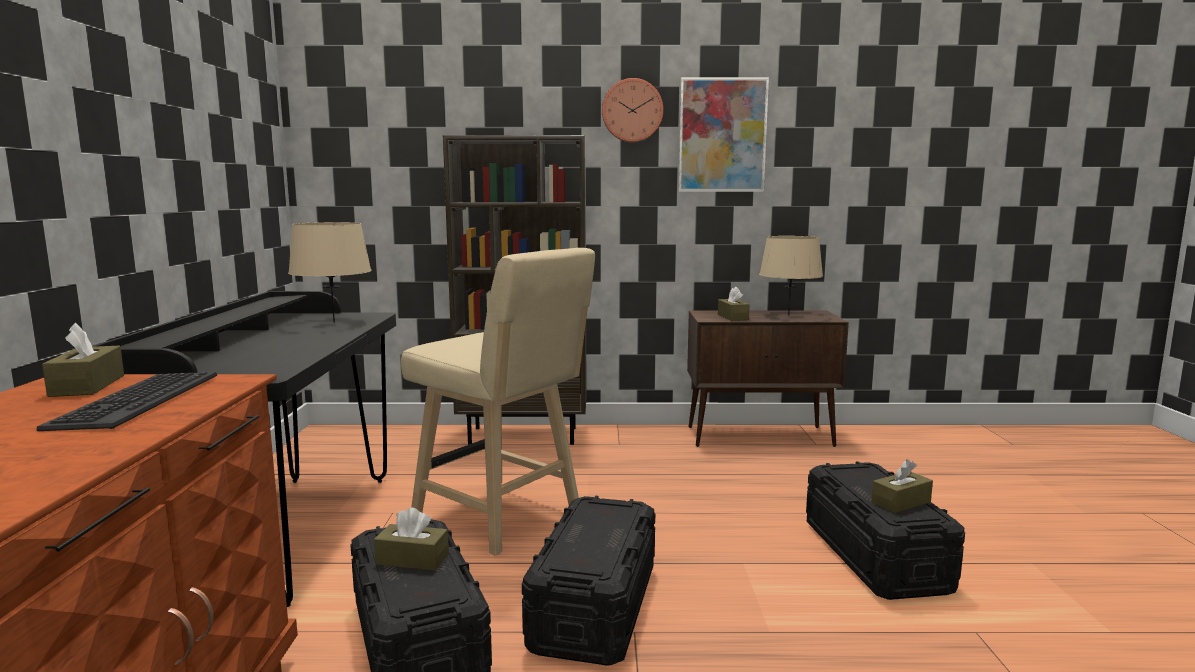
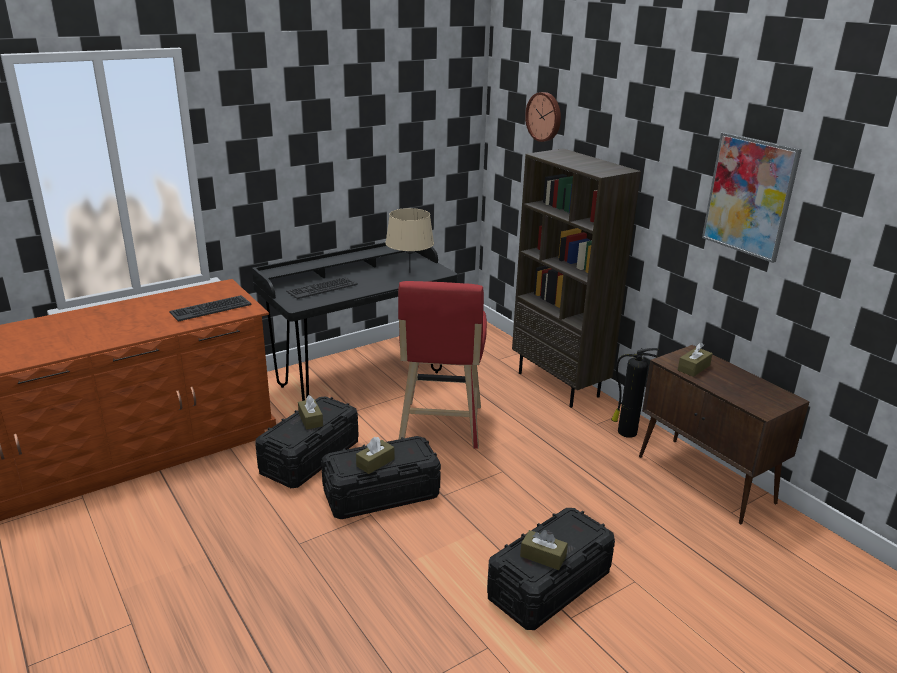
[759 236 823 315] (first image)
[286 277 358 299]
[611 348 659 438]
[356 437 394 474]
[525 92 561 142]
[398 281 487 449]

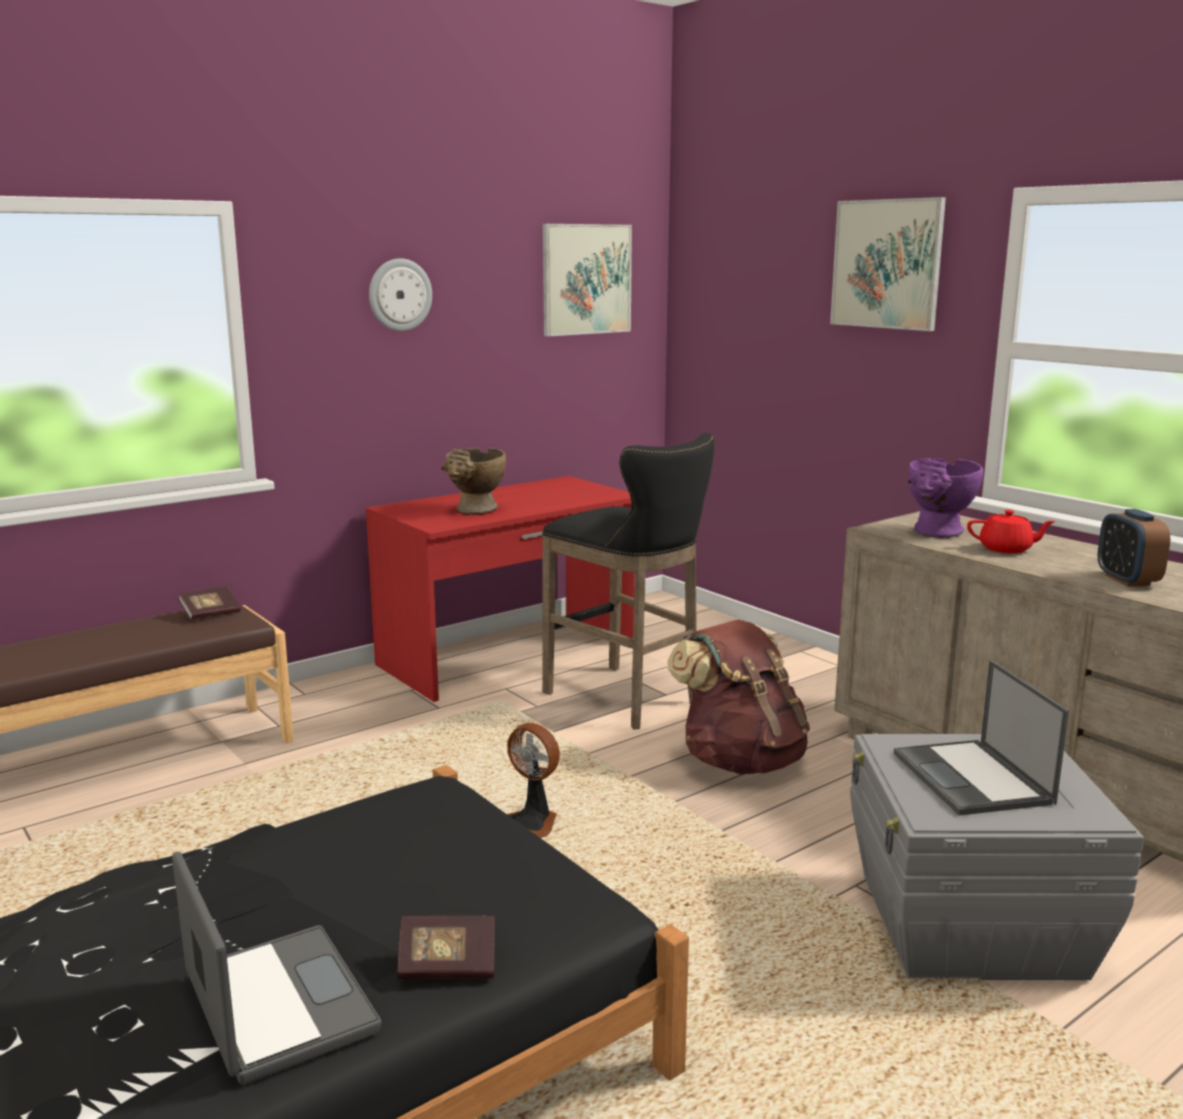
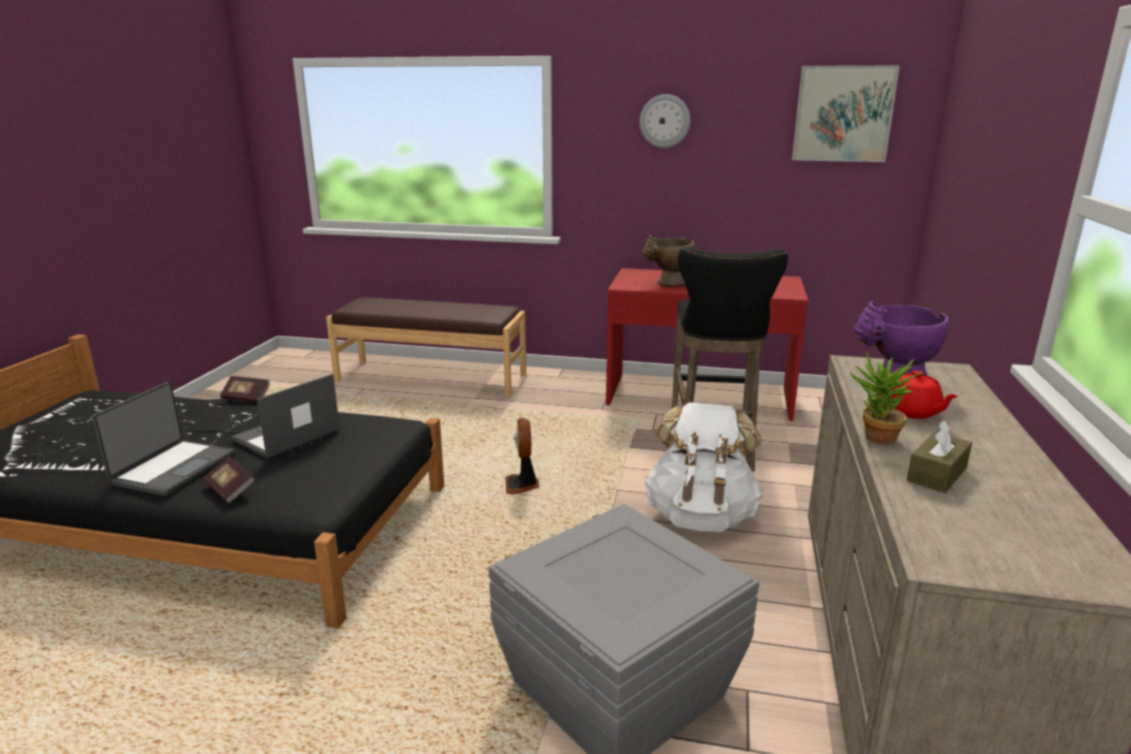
[830 197 946 331] (first image)
[849 352 923 445]
[220 376 270 402]
[231 374 340 458]
[907 420 972 493]
[644 402 763 532]

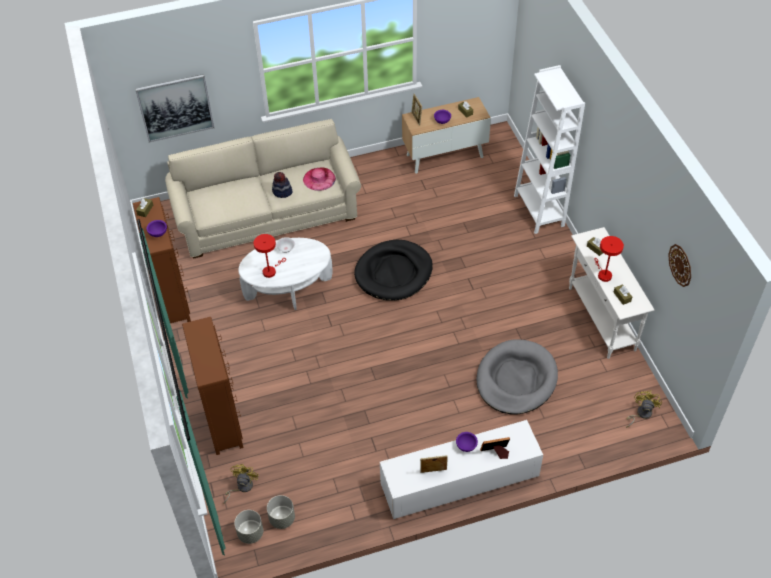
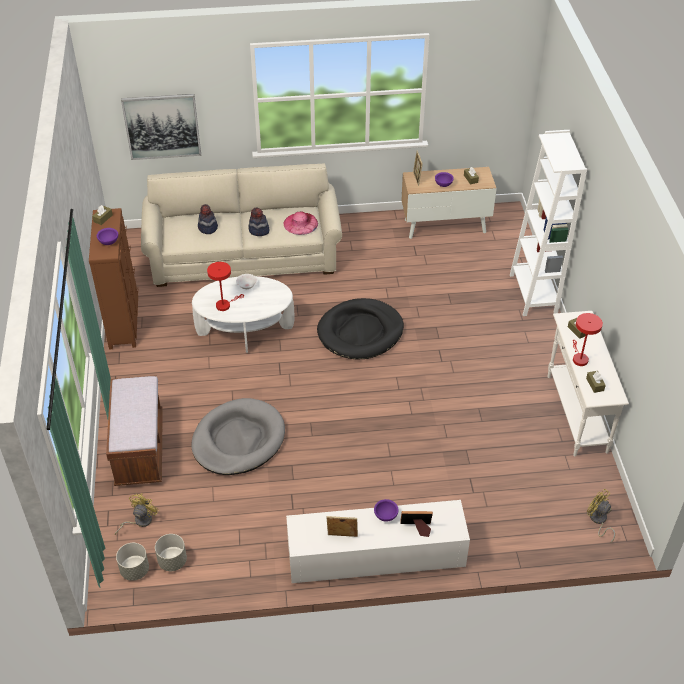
[668 244 691 287] (first image)
[198 204 218 234]
[191 398 285 475]
[106 375 163 486]
[587 488 615 542]

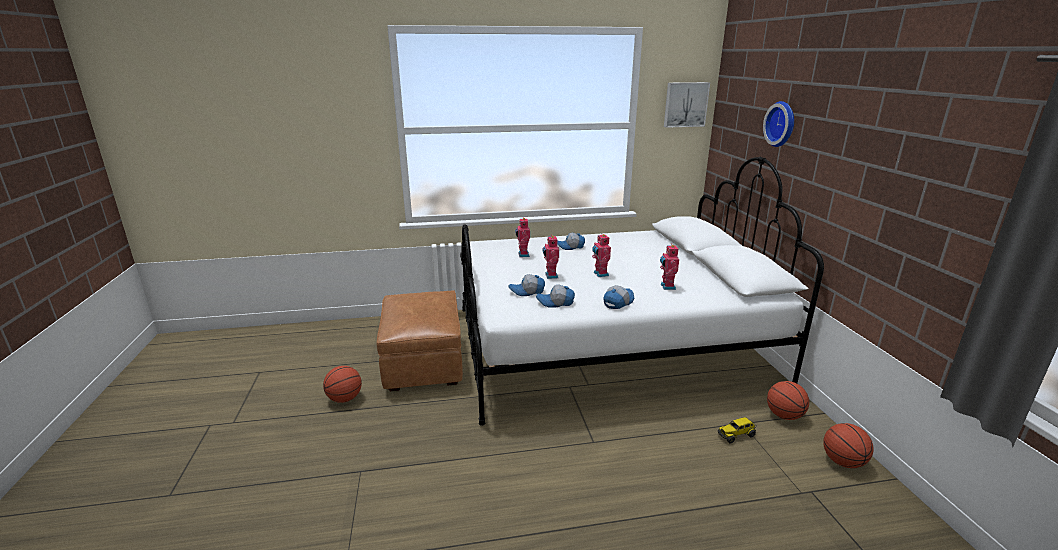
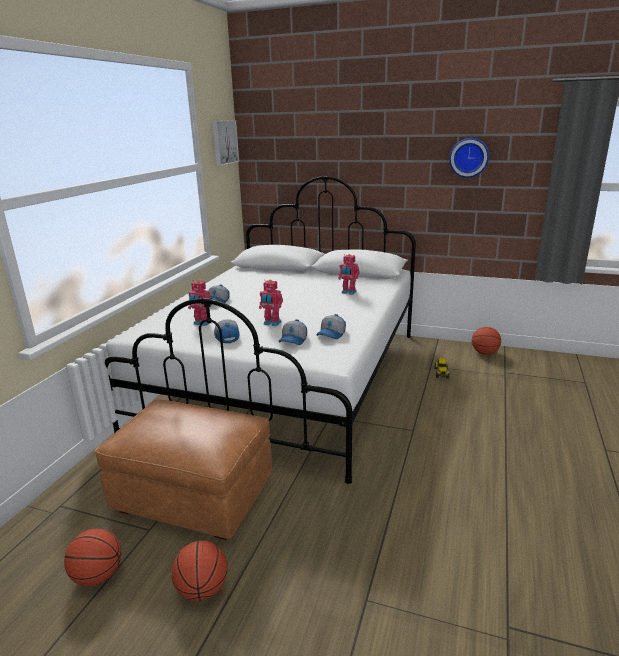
[592 233 611 277] (first image)
[214 319 239 343]
[449 138 489 178]
[64 528 122 586]

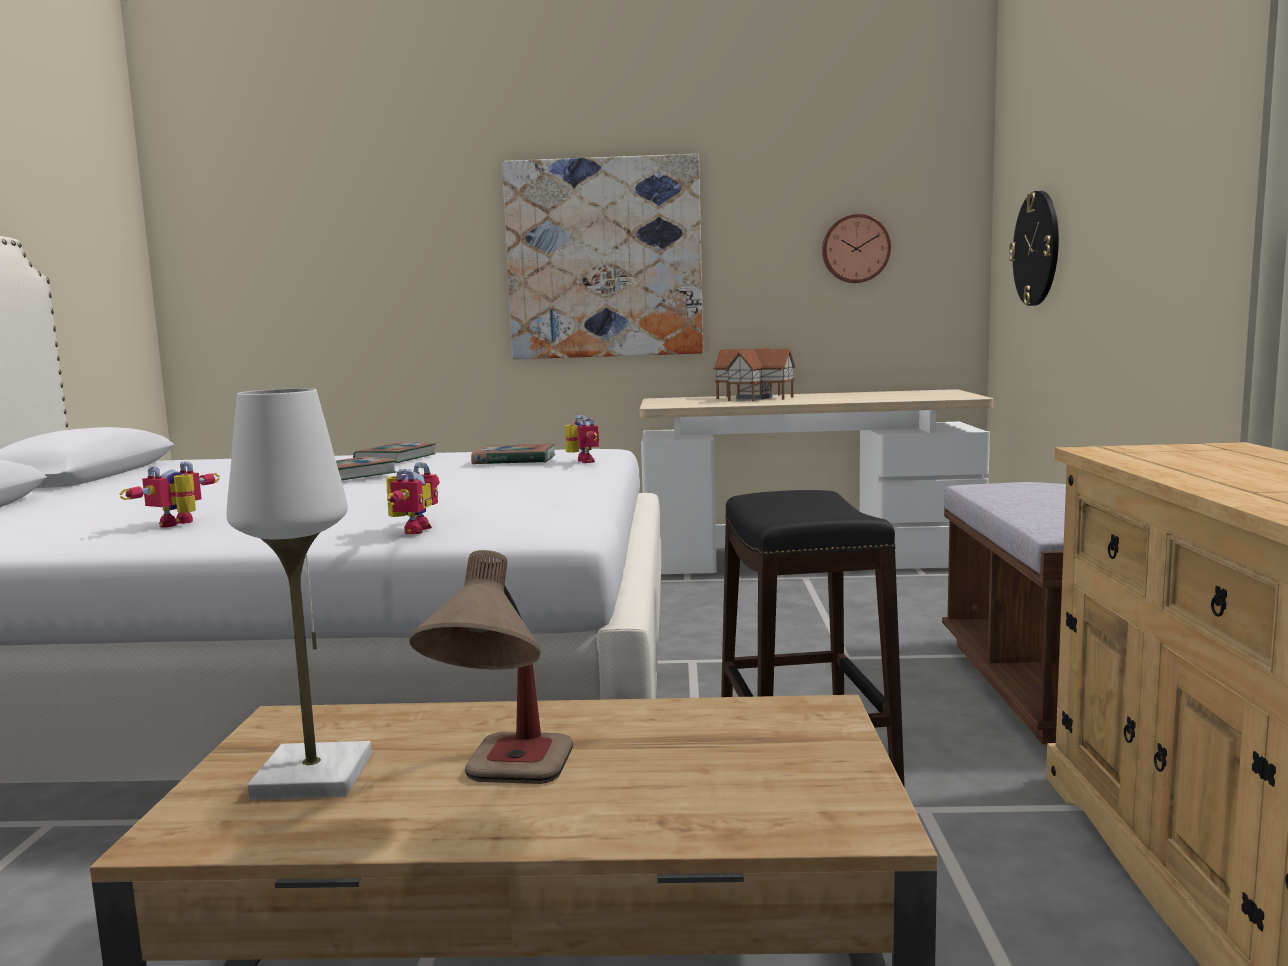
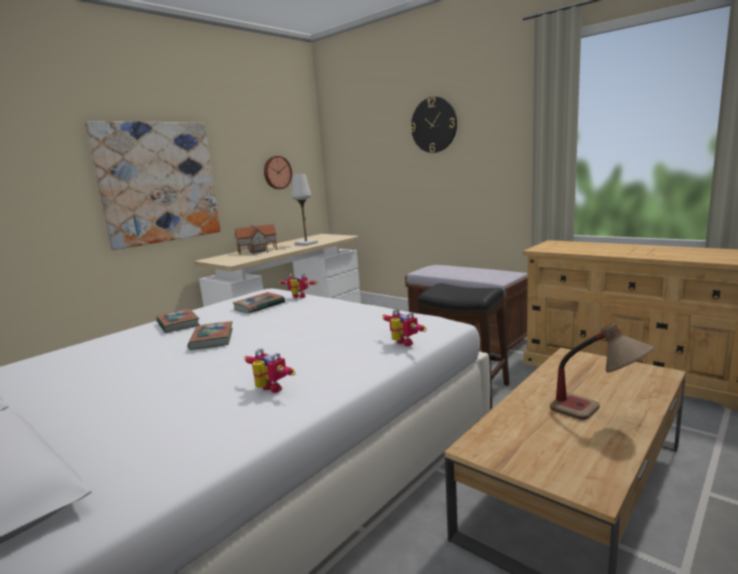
[291 174 318 246]
[410 97 457 153]
[244 348 296 393]

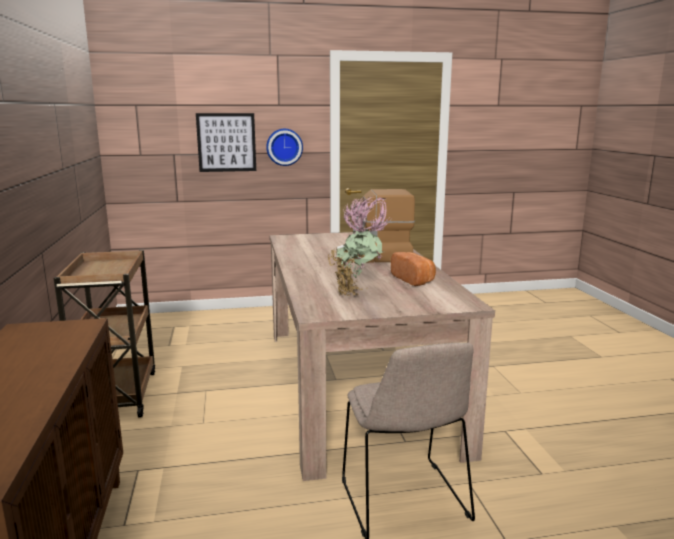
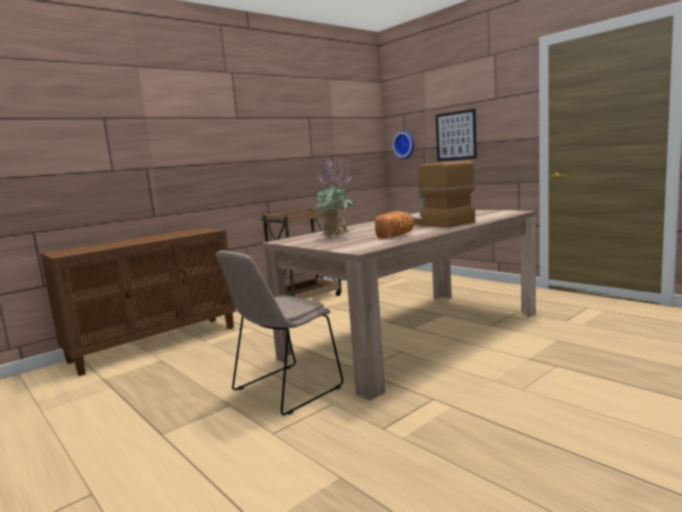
[393 131 414 159]

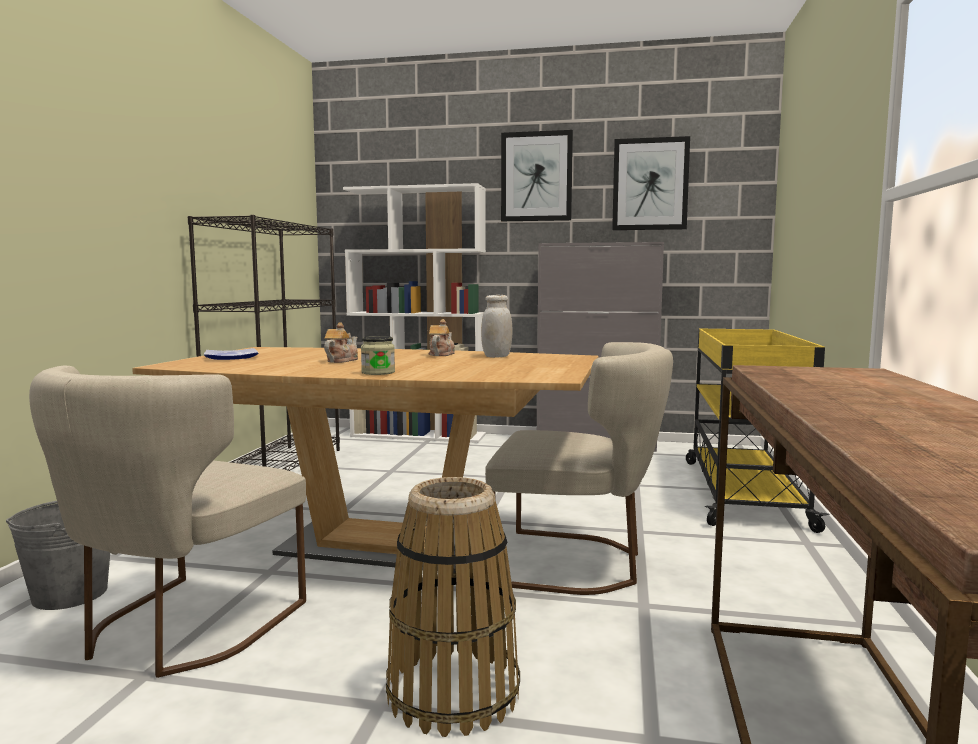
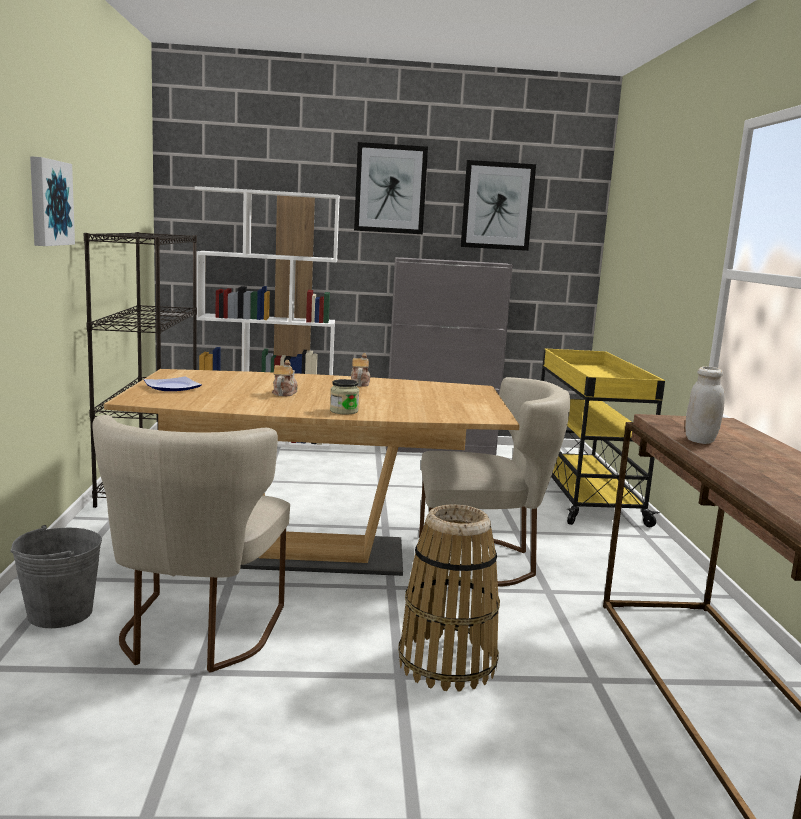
[30 156 75 246]
[686 366 725 444]

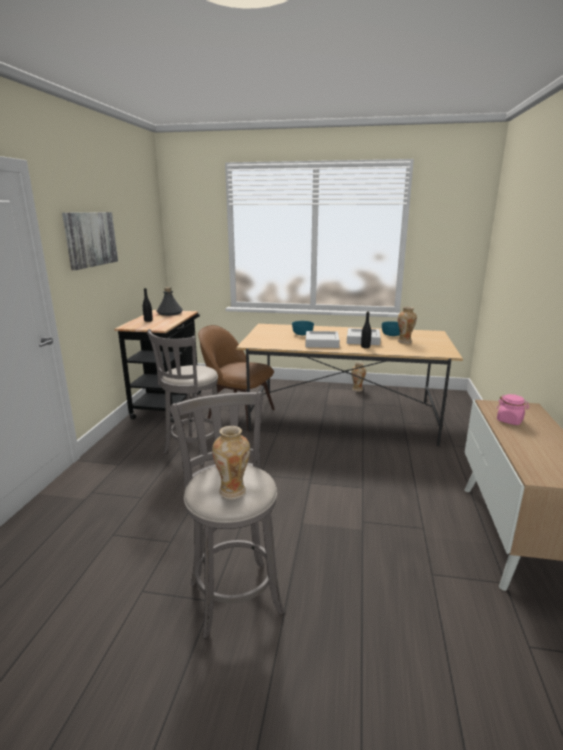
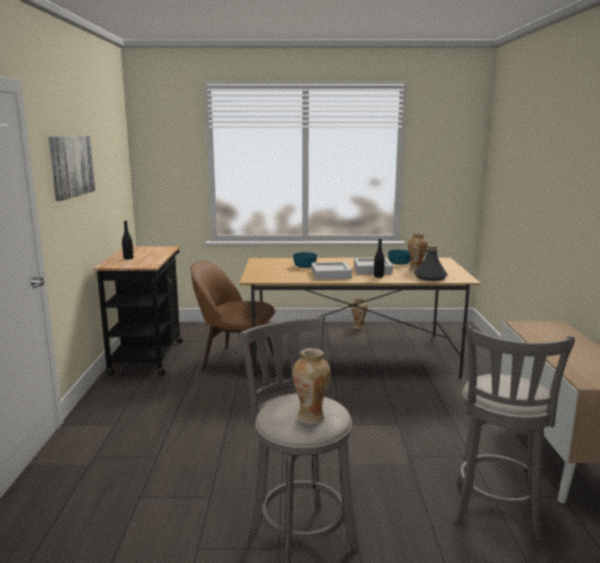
[496 394 529 425] (first image)
[454 326 575 542]
[414 245 448 281]

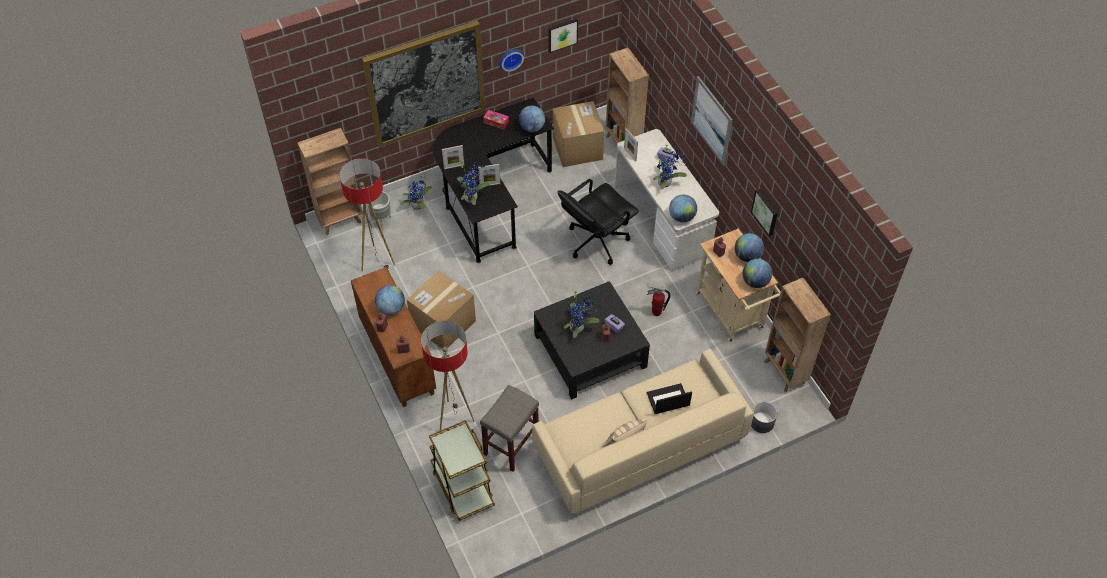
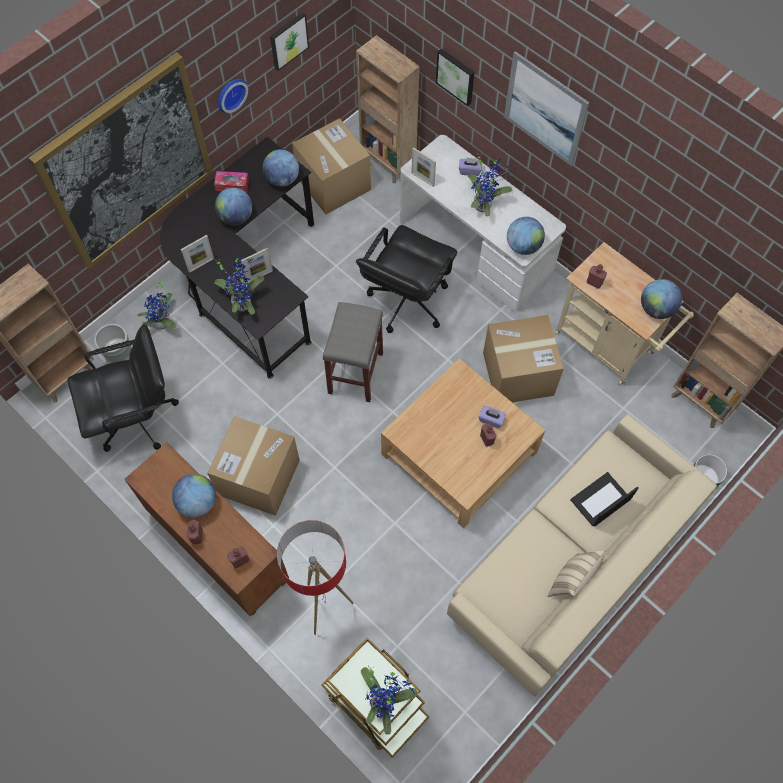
[323 302 383 402]
[361 665 417 734]
[215 188 252 225]
[436 49 474 106]
[67 324 179 452]
[483 315 564 402]
[381 358 545 528]

